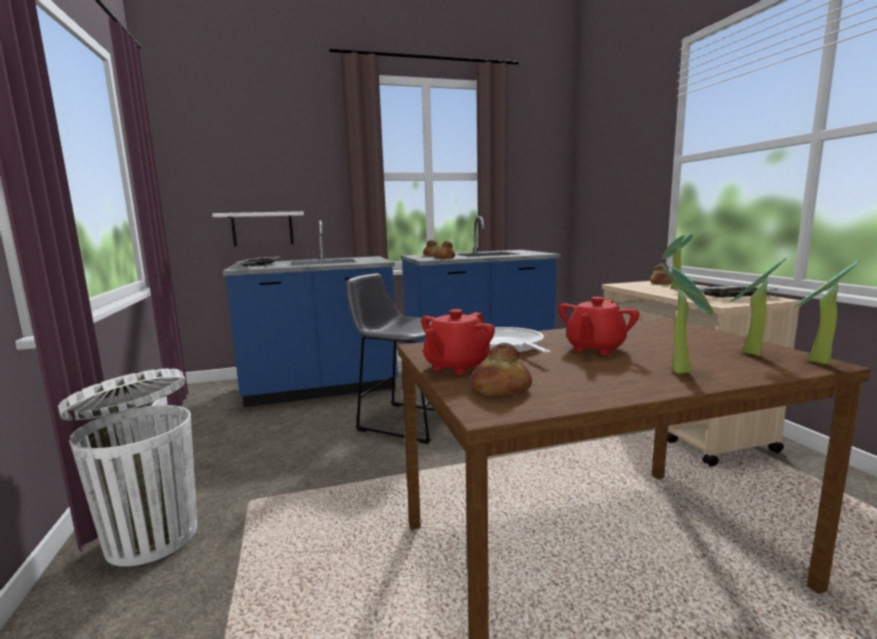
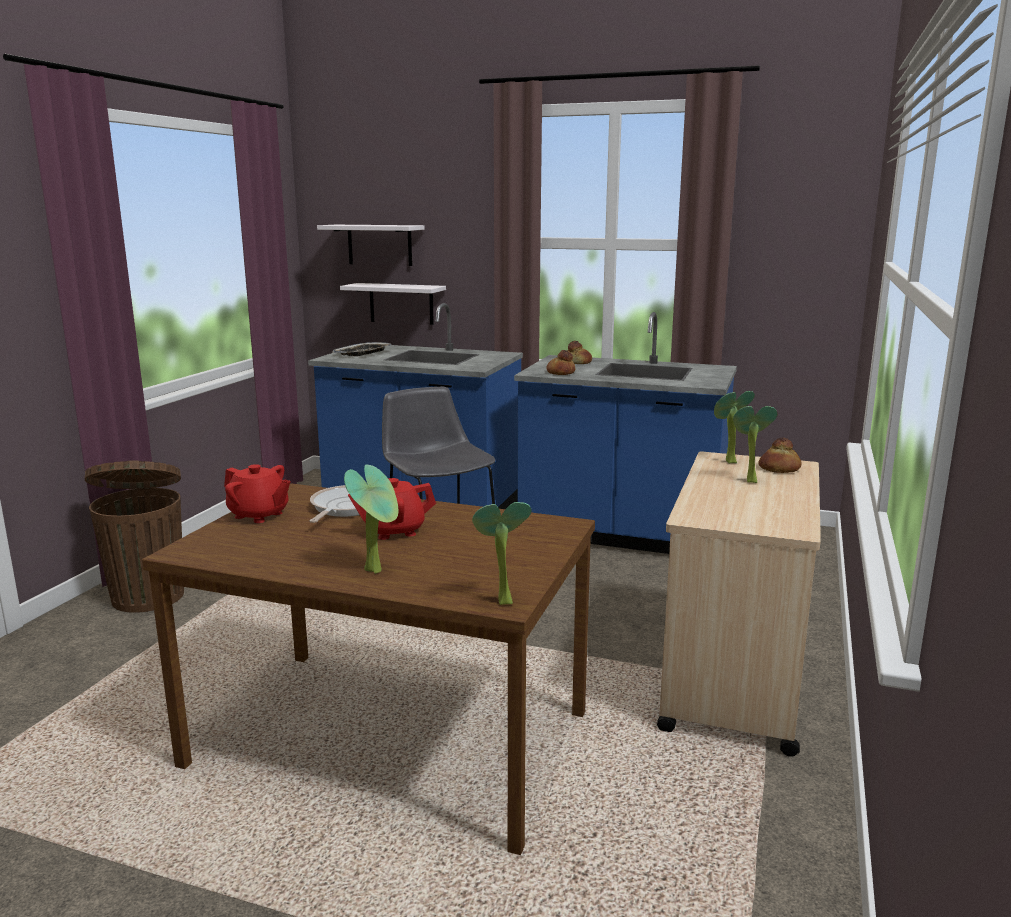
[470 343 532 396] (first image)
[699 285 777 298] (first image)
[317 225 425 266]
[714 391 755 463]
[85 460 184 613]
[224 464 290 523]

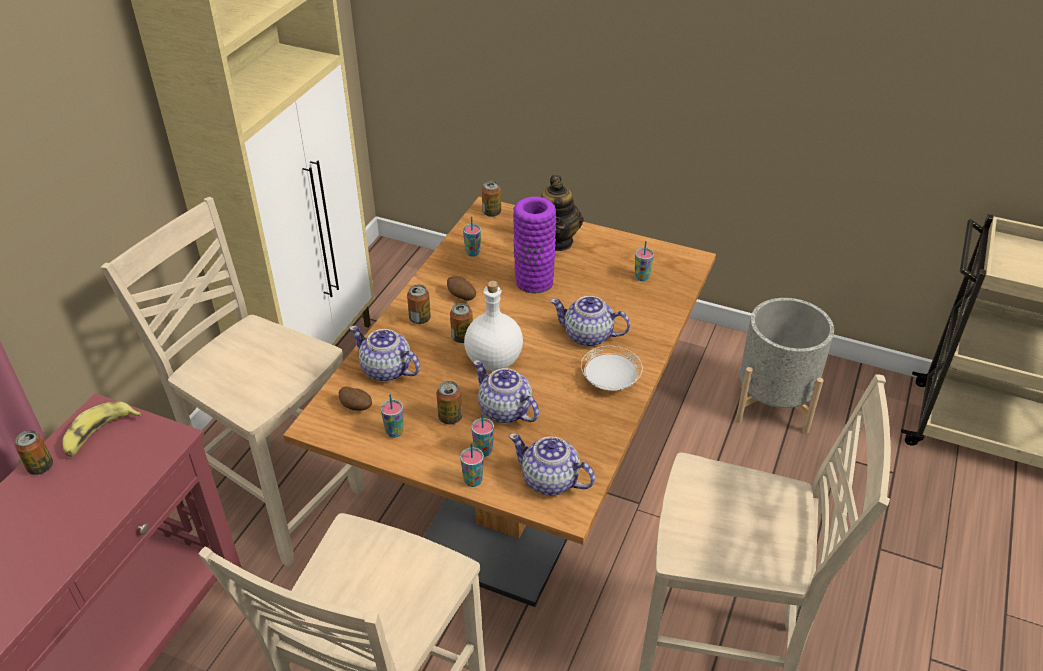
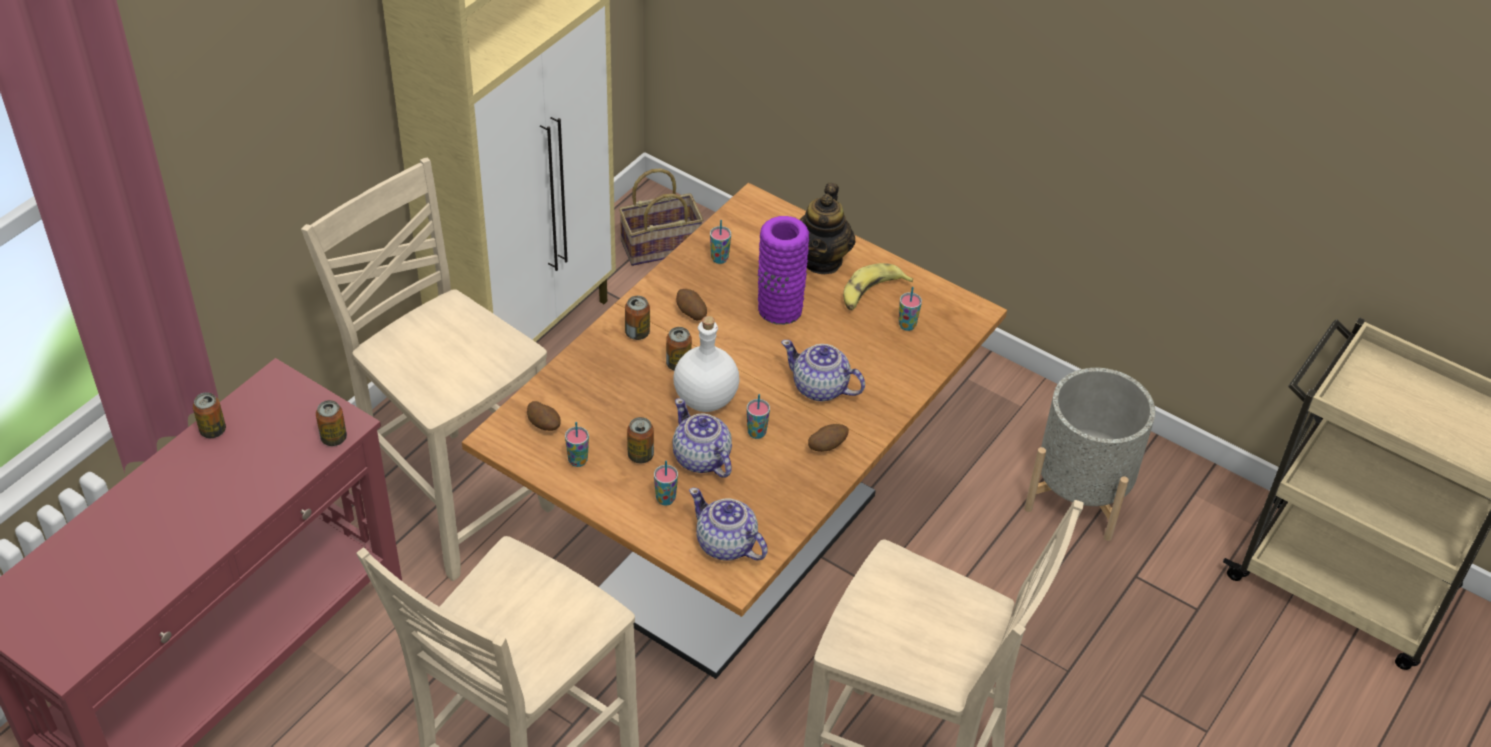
[349 326 420 382] (first image)
[619 168 703 266]
[843 263 913 310]
[747 394 770 439]
[316 400 347 446]
[808 424 849 452]

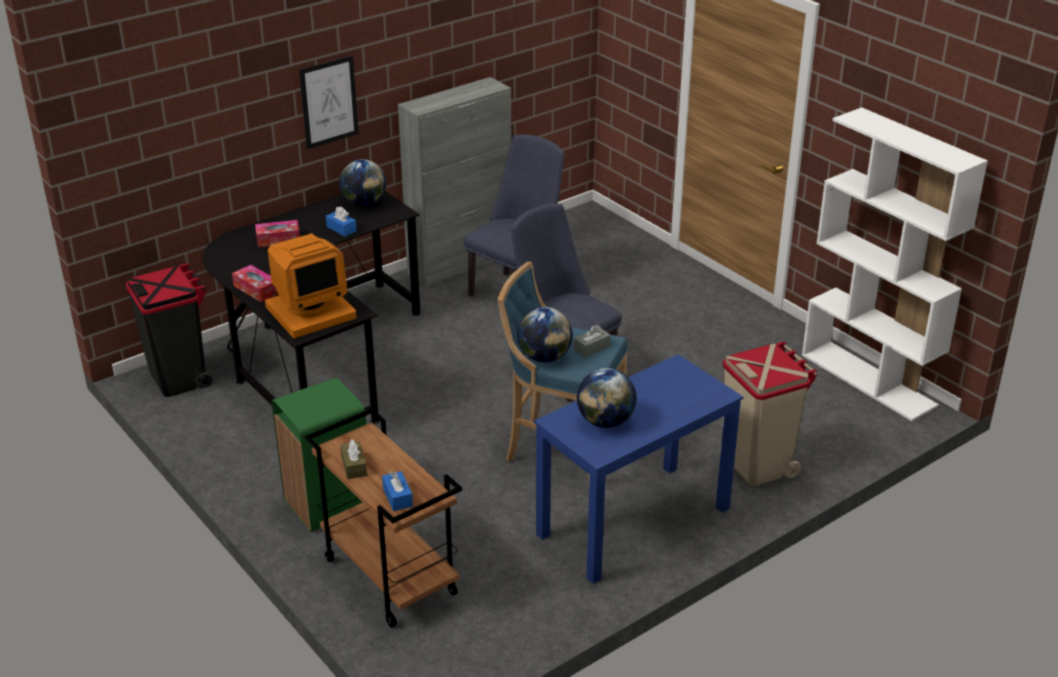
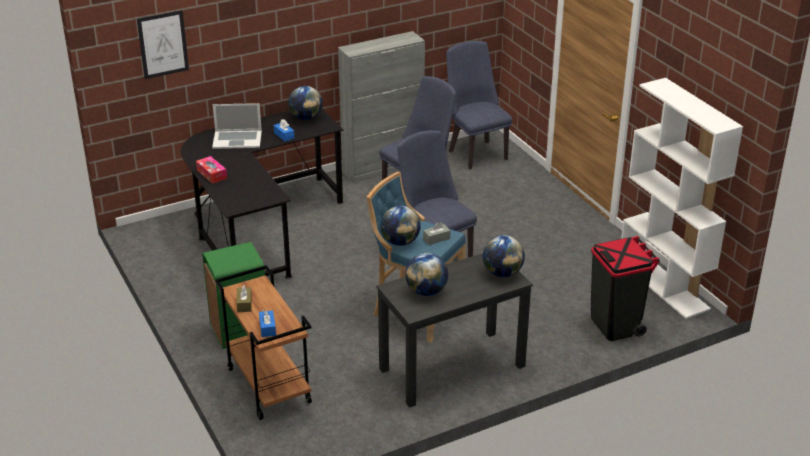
[265 233 357 338] (first image)
[723 342 817 486] (first image)
[446 41 512 169]
[483 235 525 277]
[591 236 660 341]
[137 10 189 79]
[212 103 262 149]
[376 253 533 408]

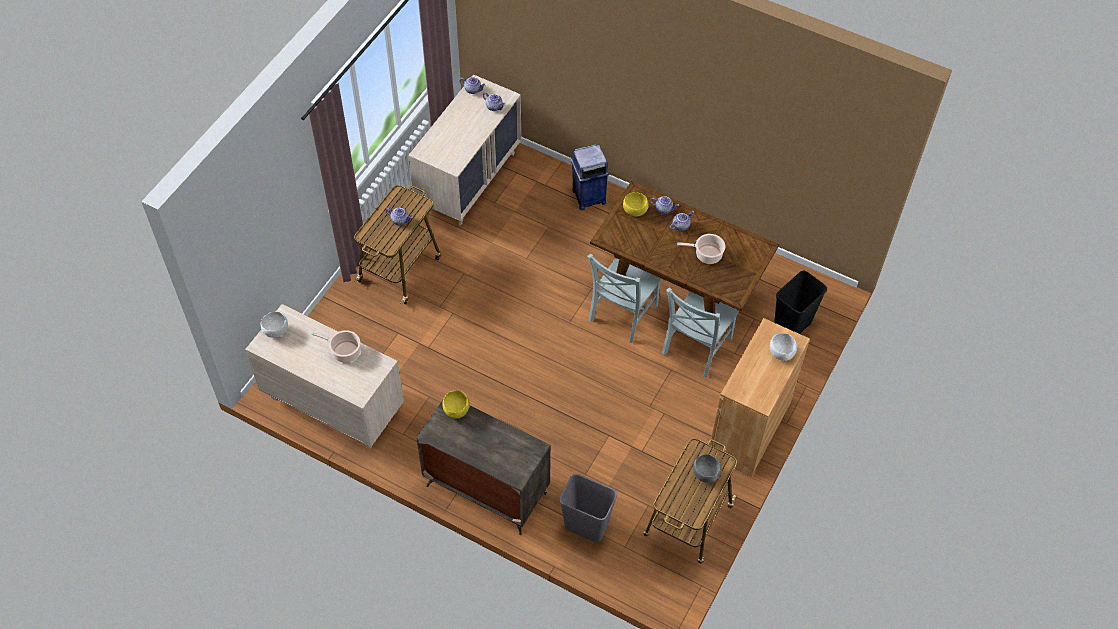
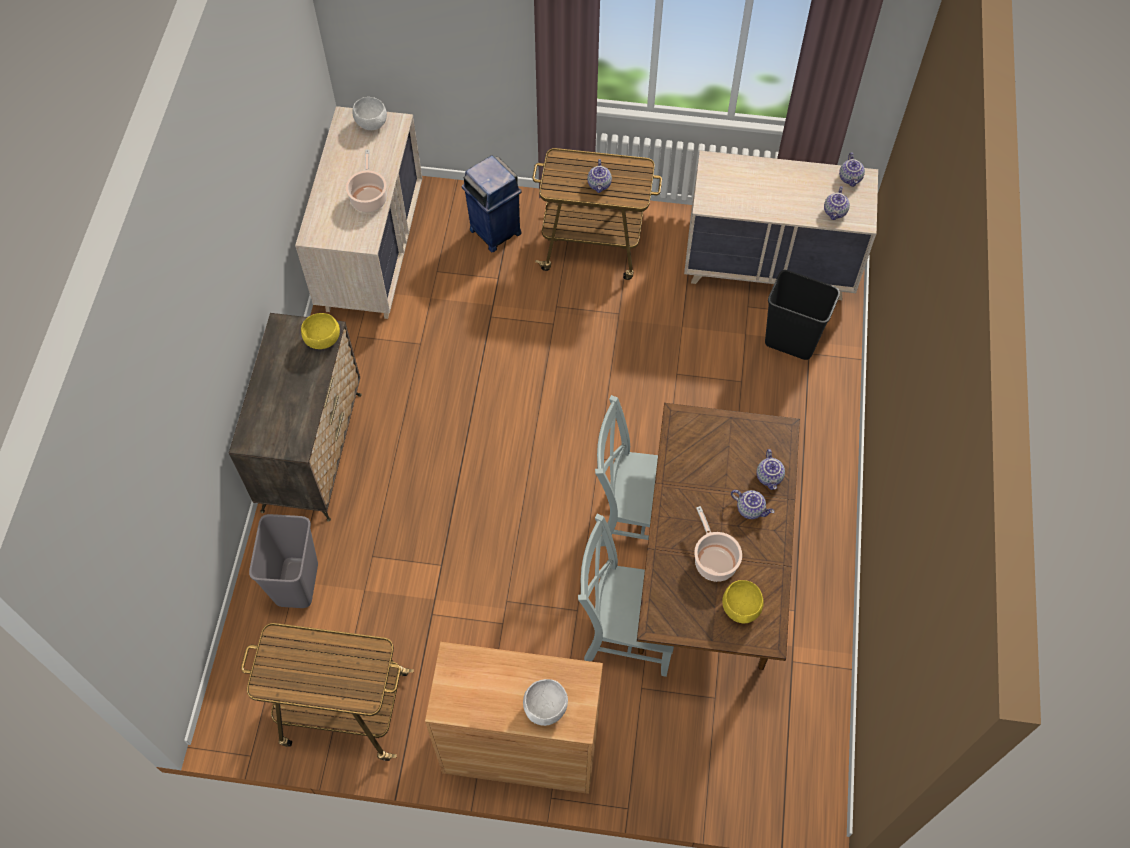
[693 454 721 483] (first image)
[462 155 522 252]
[722 580 764 623]
[765 270 840 360]

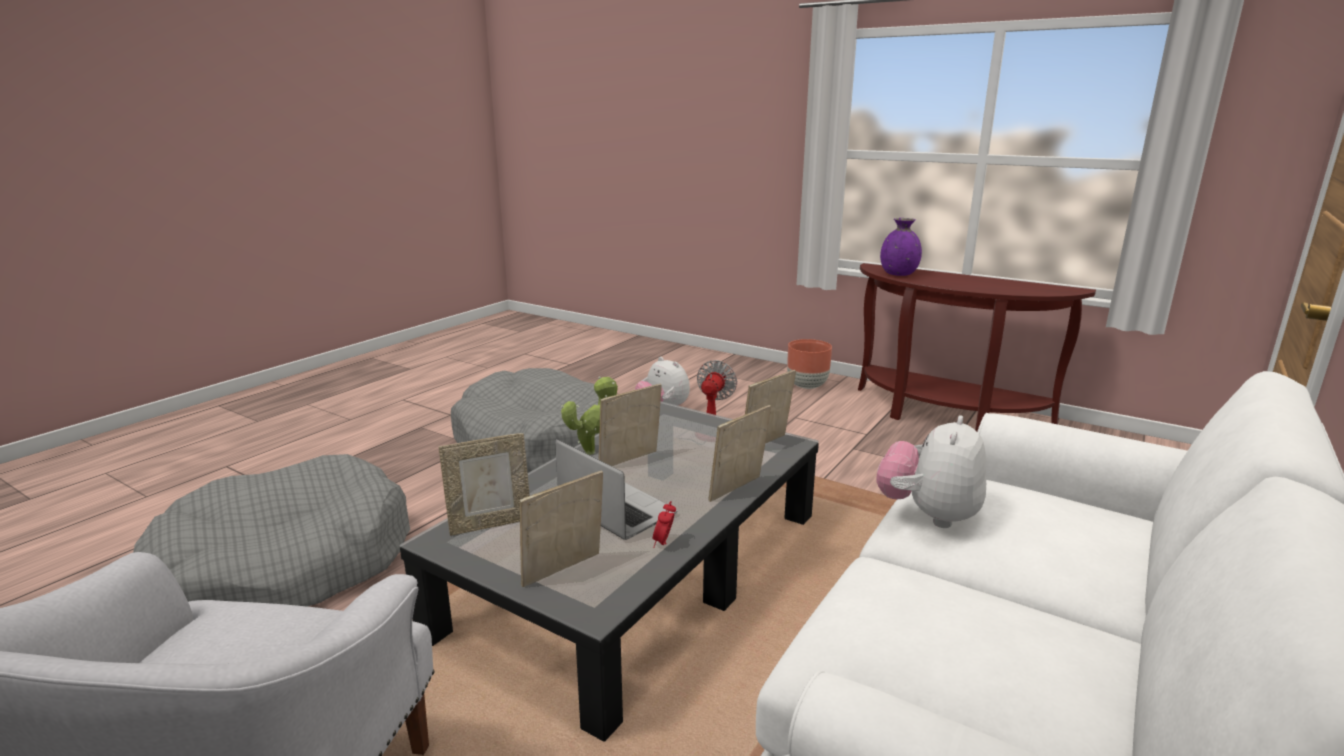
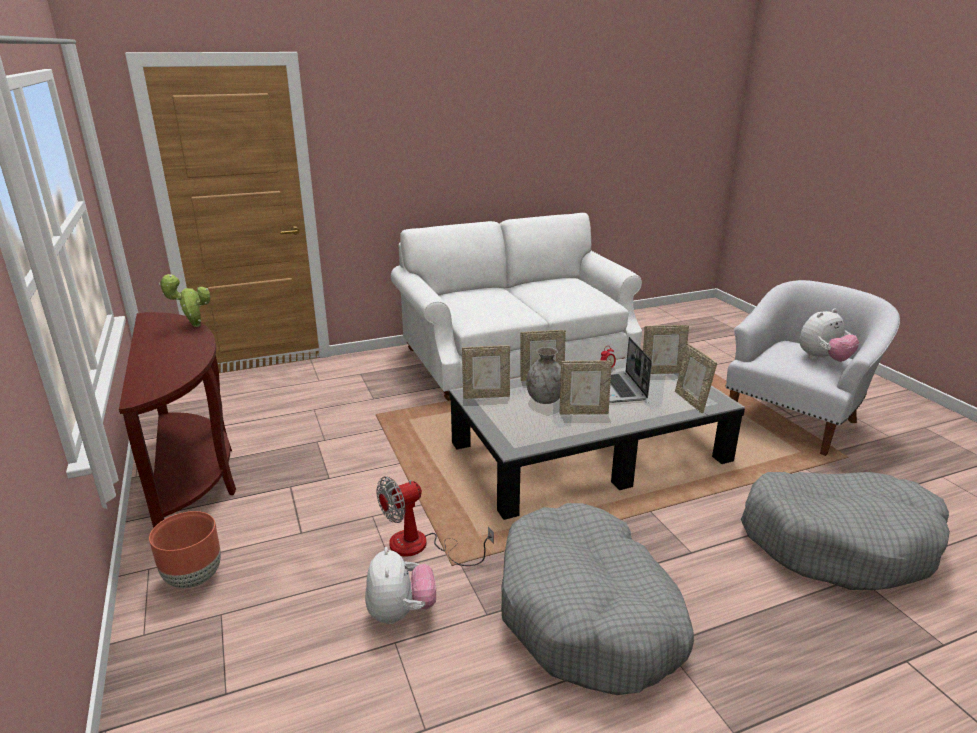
[880 218 922 276] (first image)
[526 347 561 404]
[159 274 210 327]
[799 309 859 362]
[675 343 717 413]

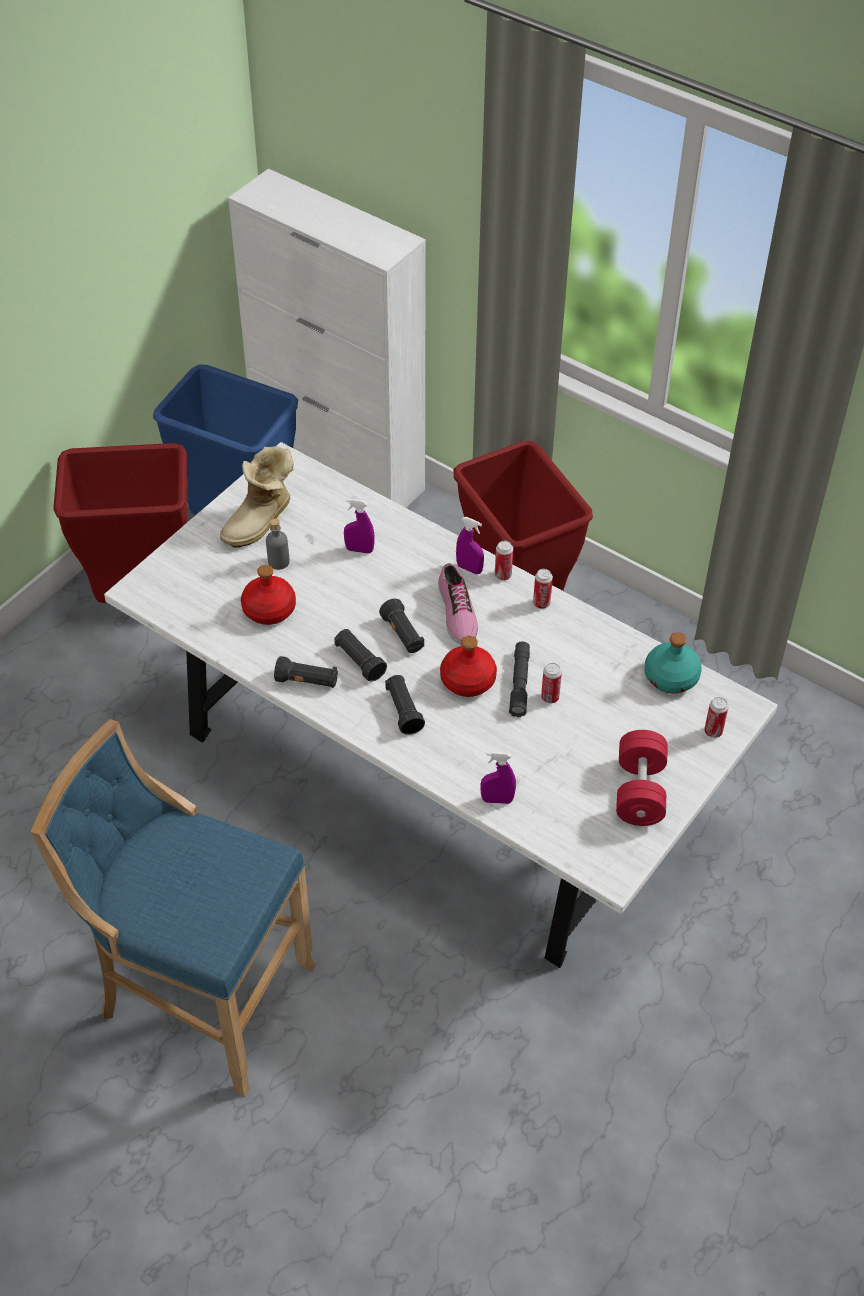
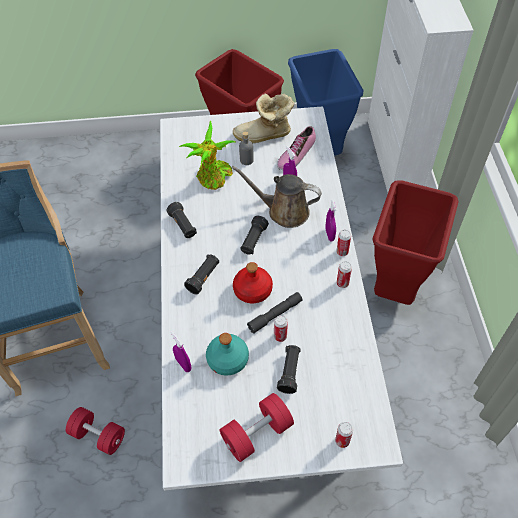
[66 407 125 455]
[232 166 322 228]
[277 345 301 394]
[277 126 316 170]
[206 333 249 375]
[179 121 237 190]

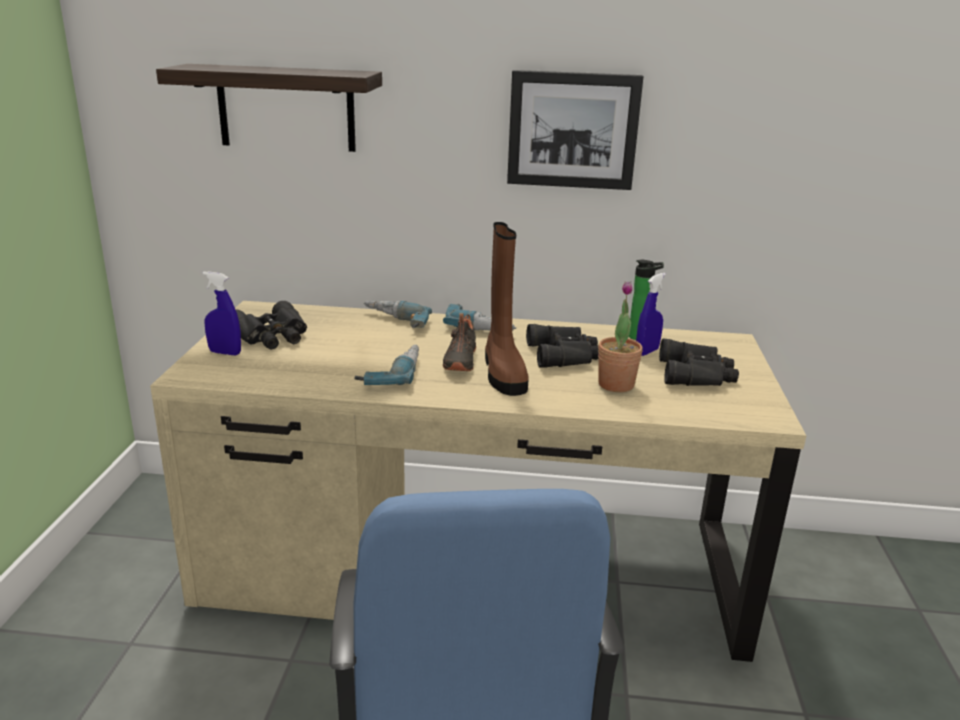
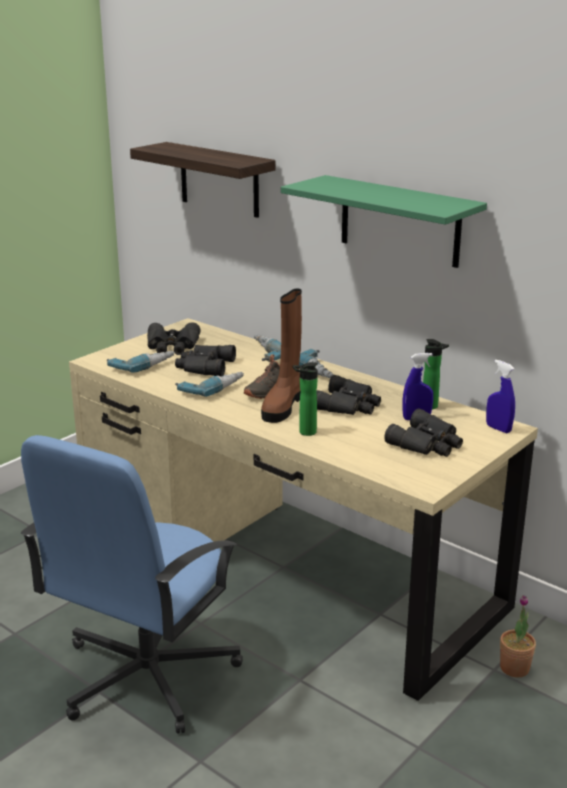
[107 351 175 373]
[175 345 236 376]
[293 362 318 436]
[486 360 515 433]
[500 595 536 678]
[281 175 487 268]

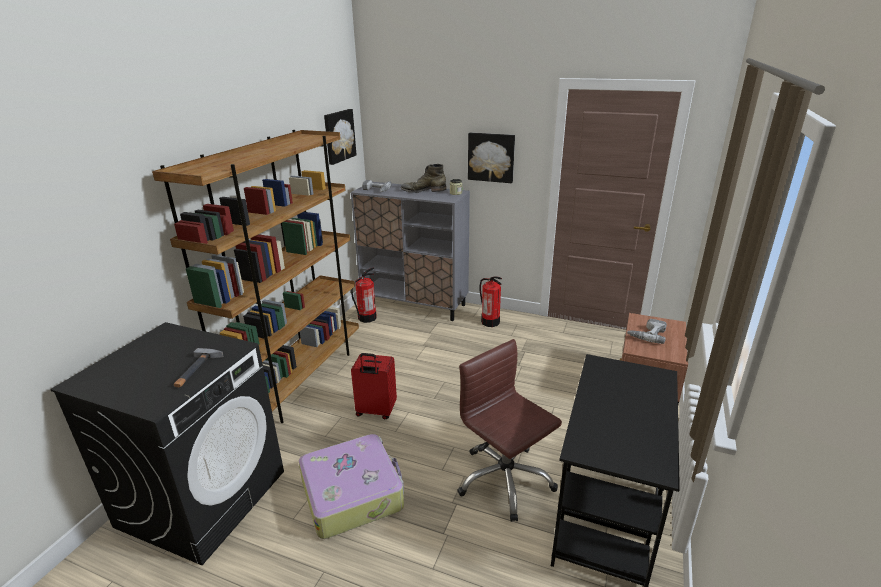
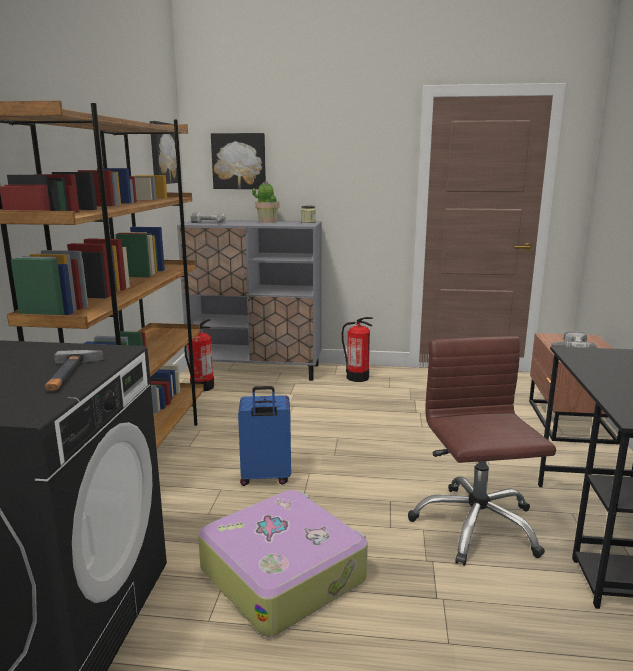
[211 133 266 189]
[252 181 279 223]
[238 386 291 486]
[408 336 556 566]

